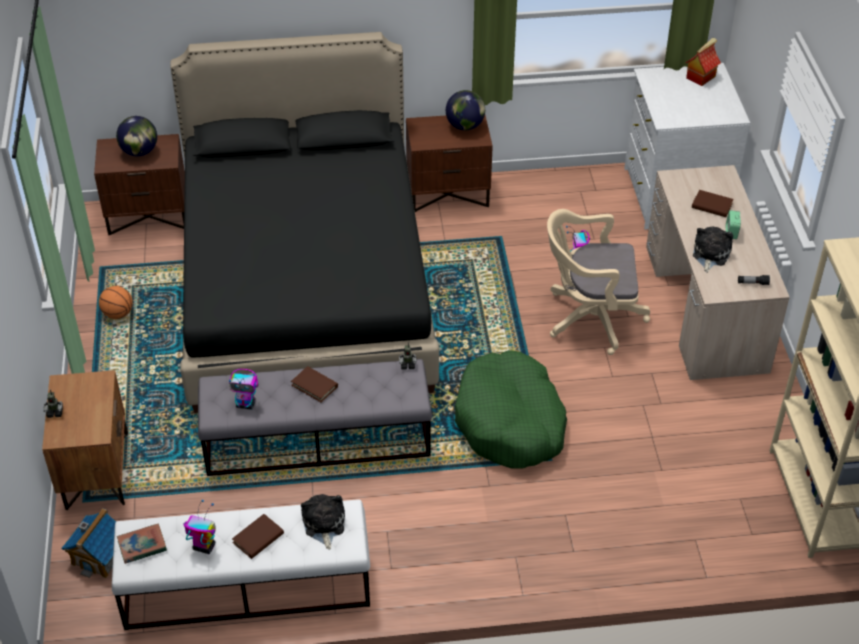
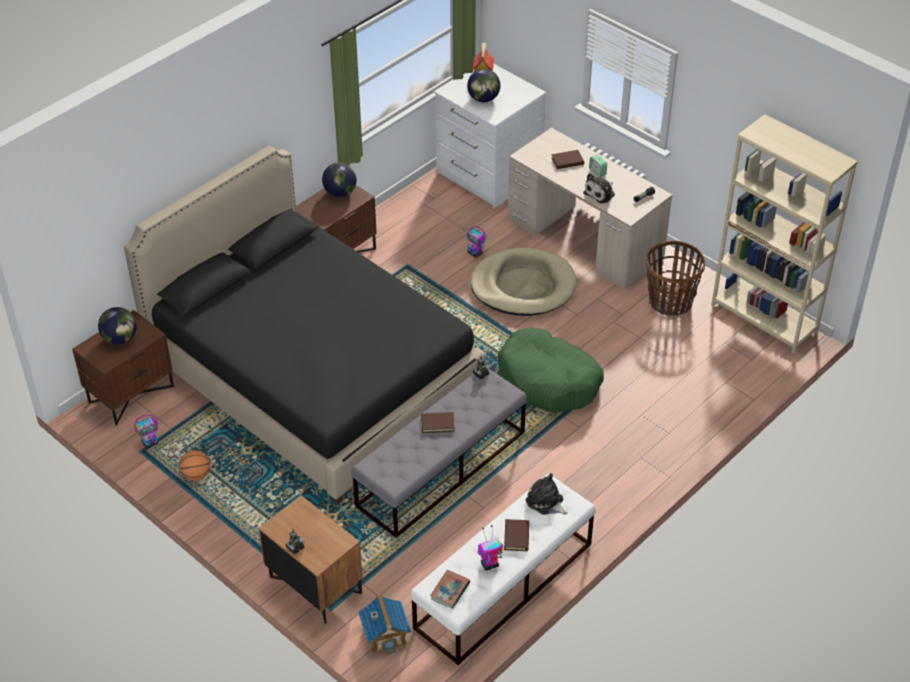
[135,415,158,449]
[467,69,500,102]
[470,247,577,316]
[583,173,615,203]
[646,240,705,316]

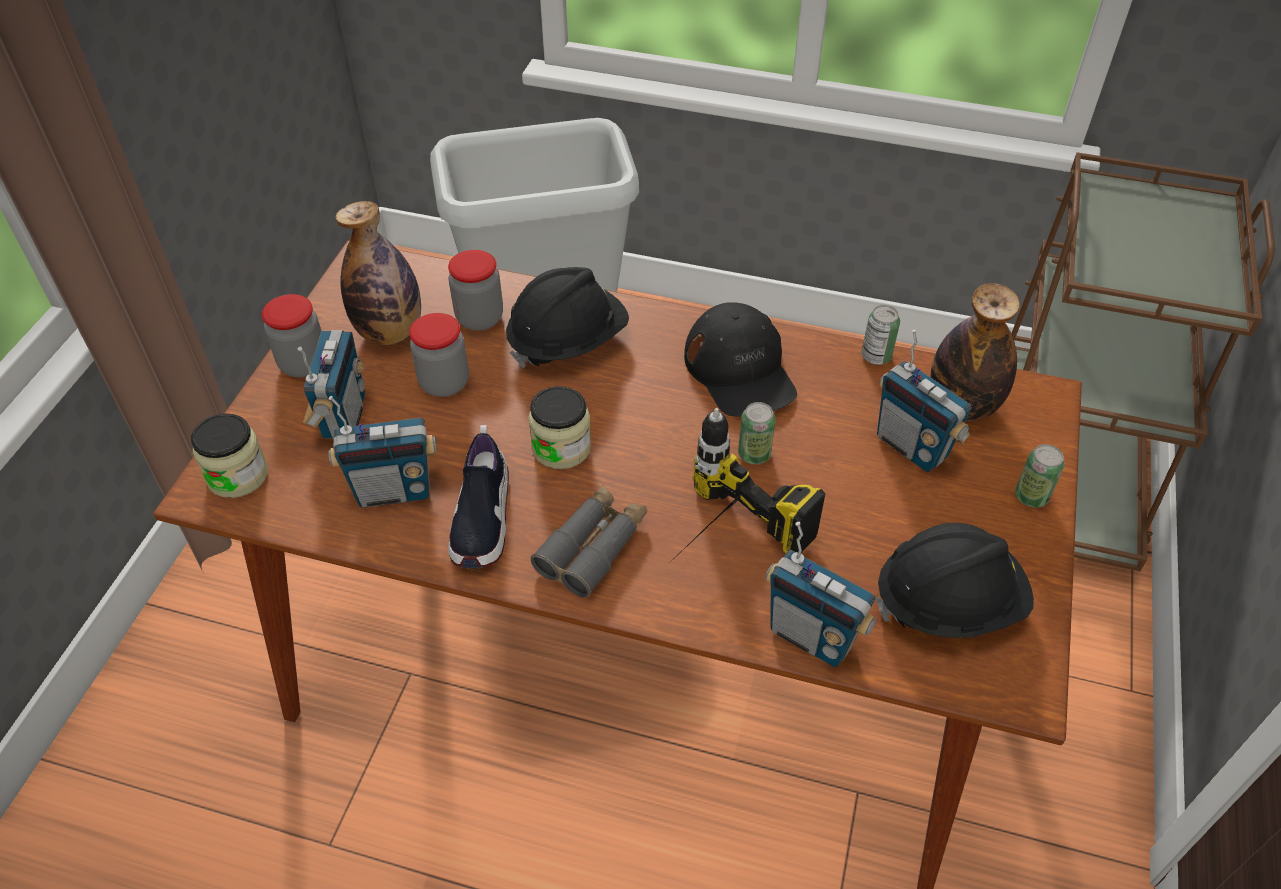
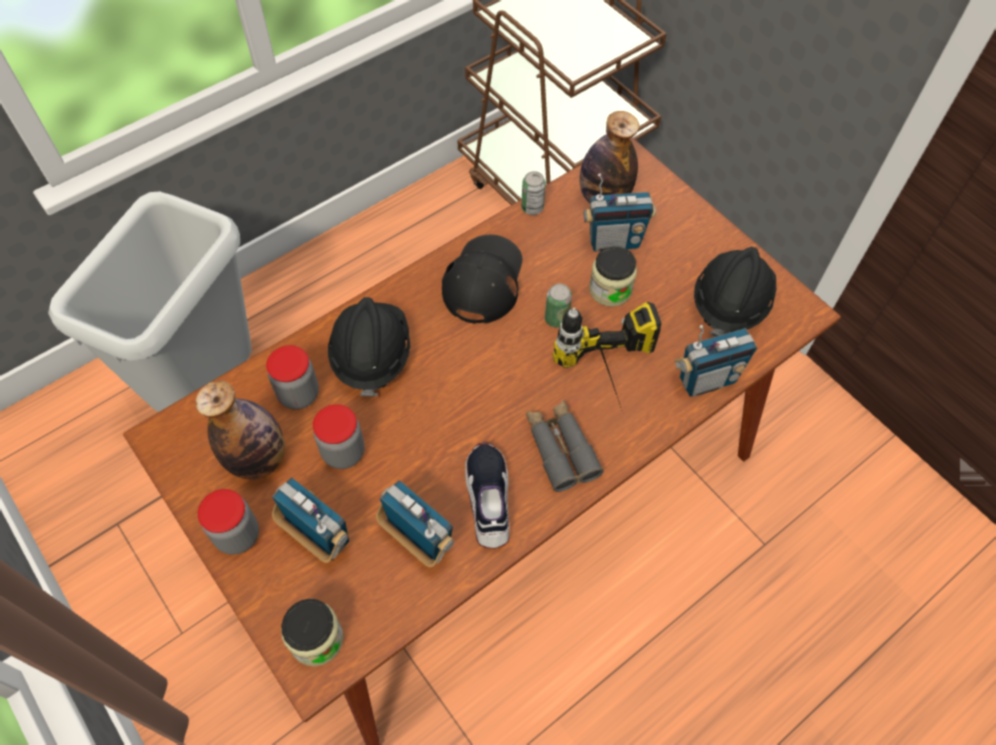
[376,480,454,567]
[442,235,522,324]
[465,442,510,549]
[589,246,637,307]
[1015,444,1065,508] (first image)

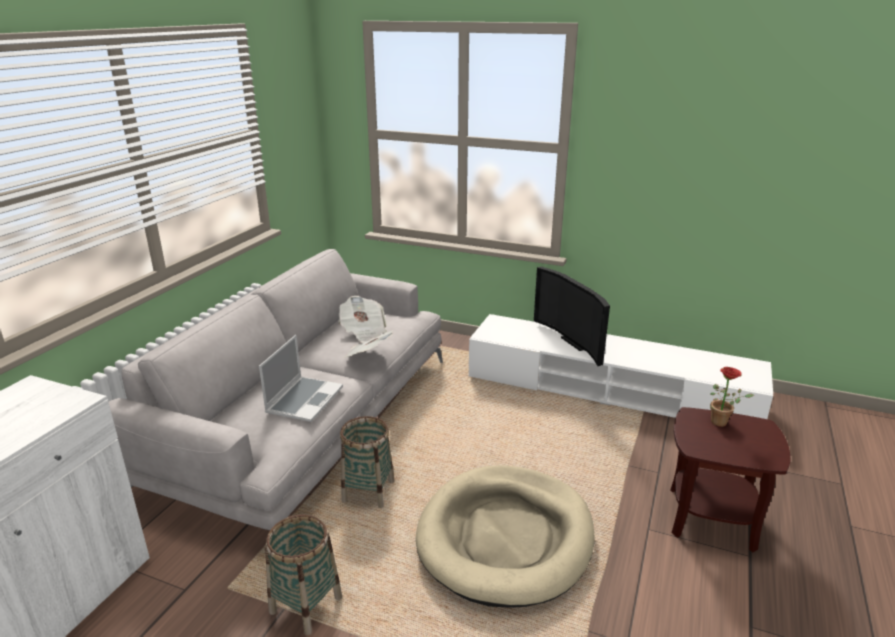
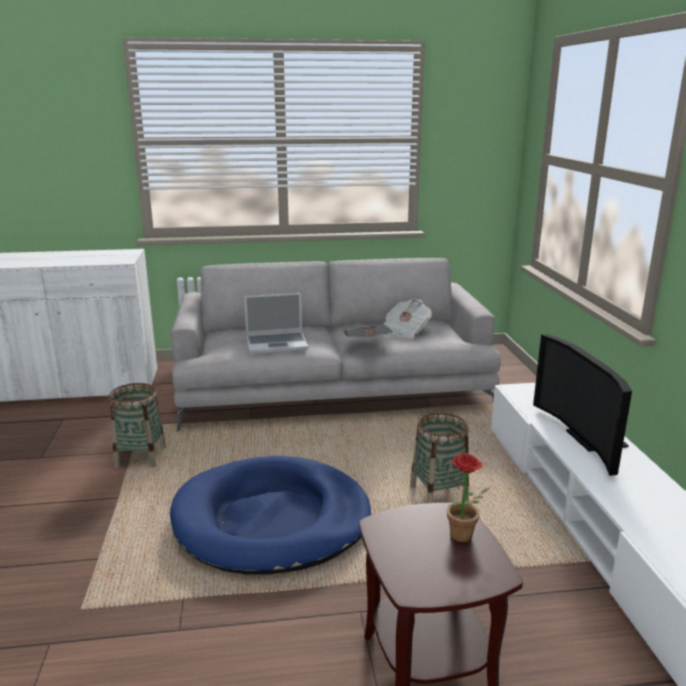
[170,456,371,575]
[410,413,469,504]
[533,334,632,476]

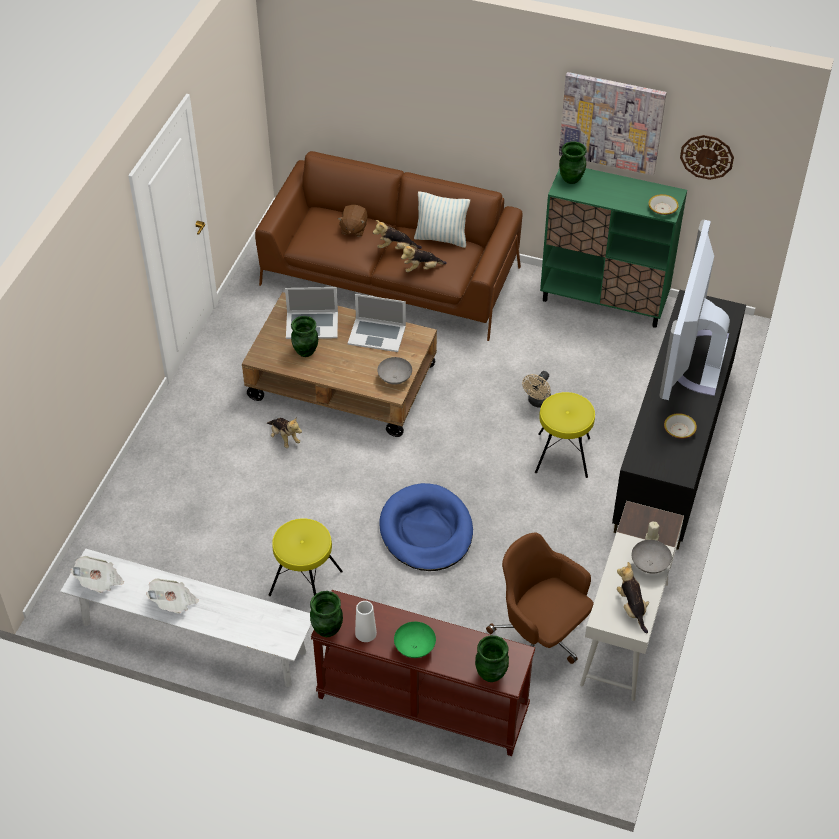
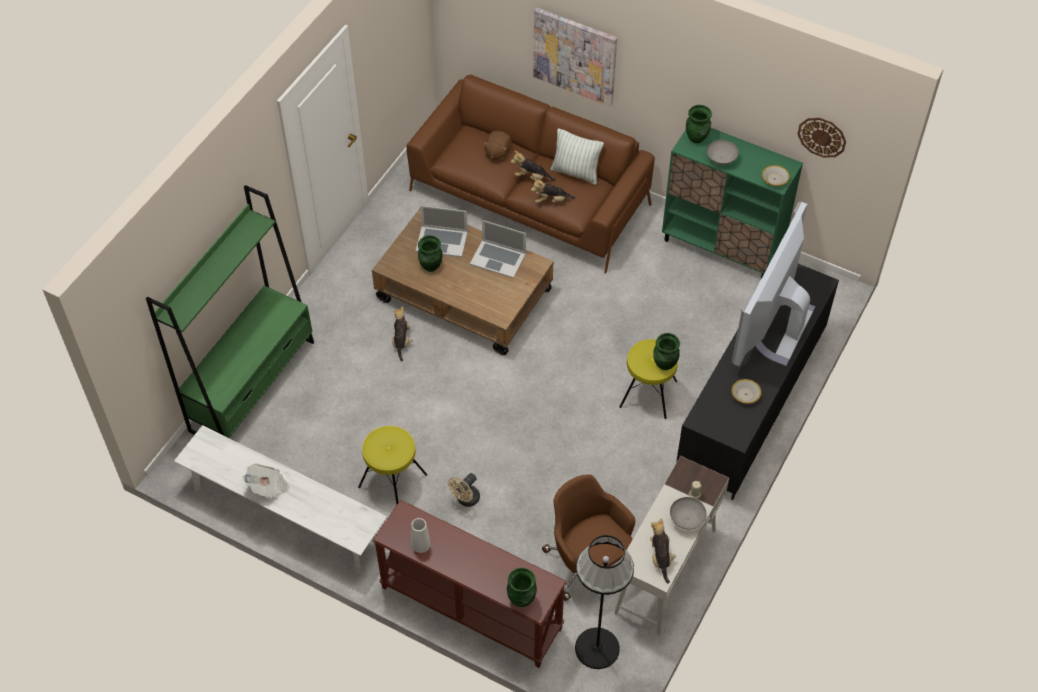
[146,185,314,438]
[392,306,413,362]
[448,473,480,507]
[533,8,617,106]
[575,535,634,669]
[653,333,680,370]
[707,140,739,165]
[71,556,124,593] (first image)
[379,483,473,571] (first image)
[394,622,436,658] (first image)

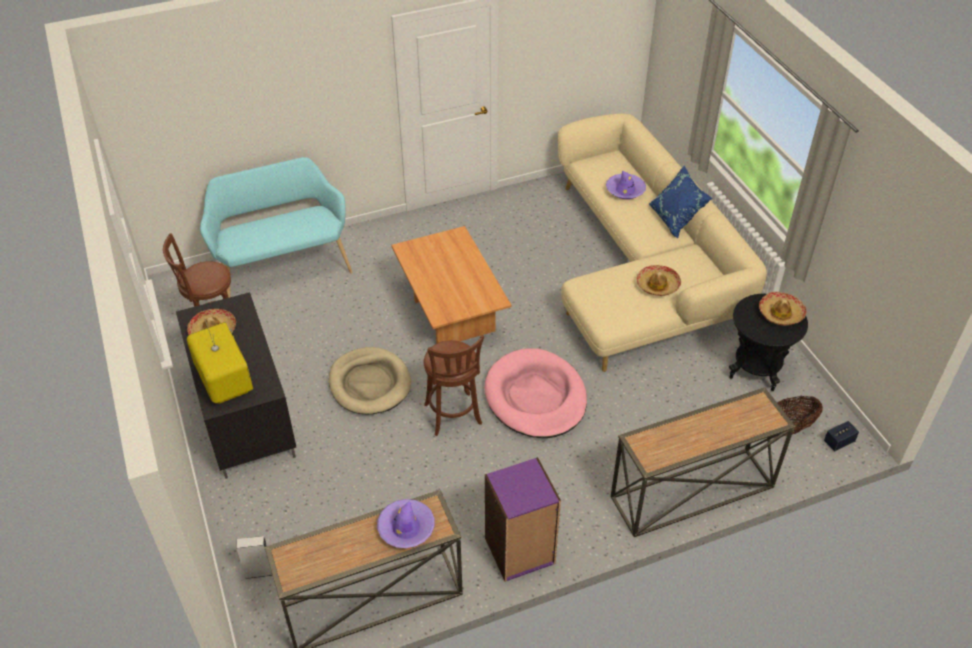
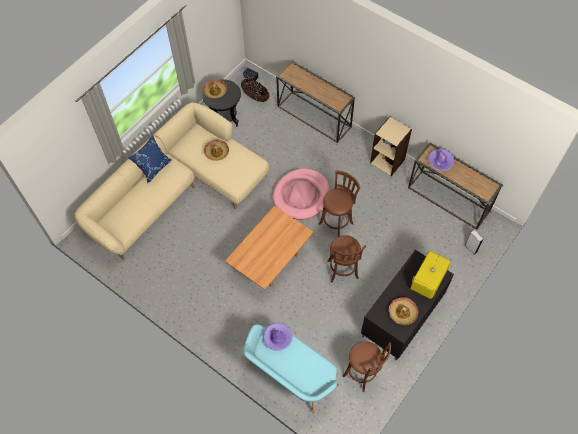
[263,323,293,351]
[328,235,366,282]
[370,116,412,176]

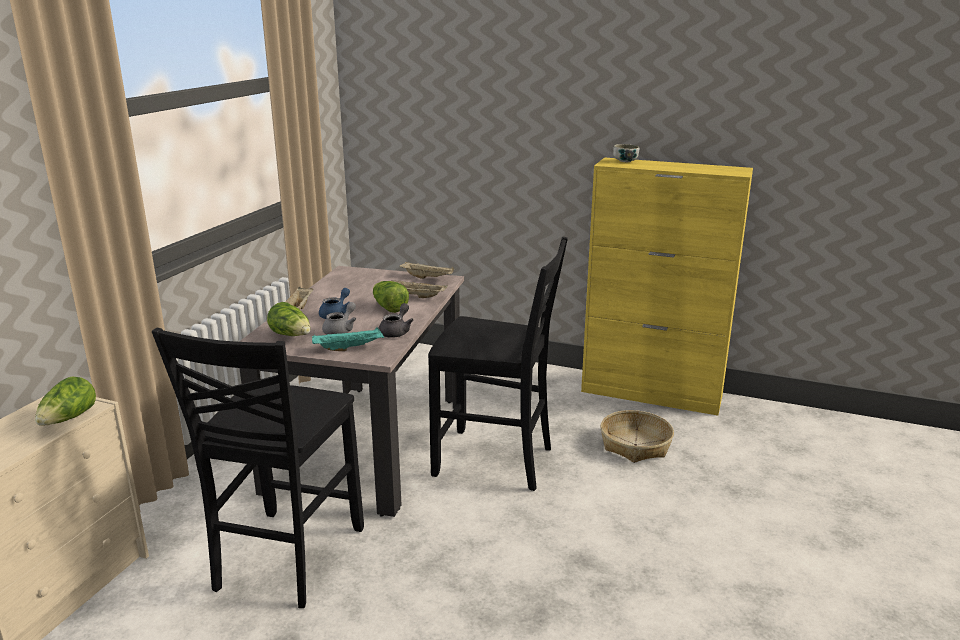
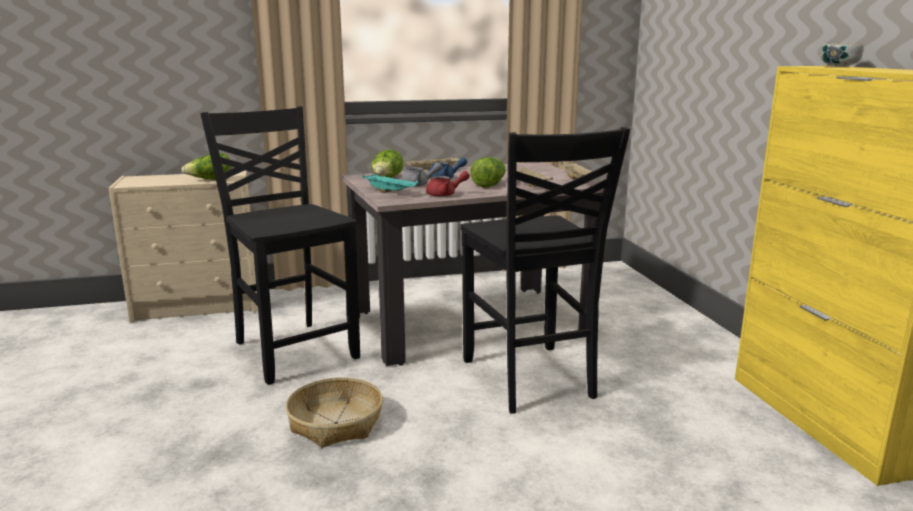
[200,106,360,385]
[285,377,383,448]
[426,171,470,197]

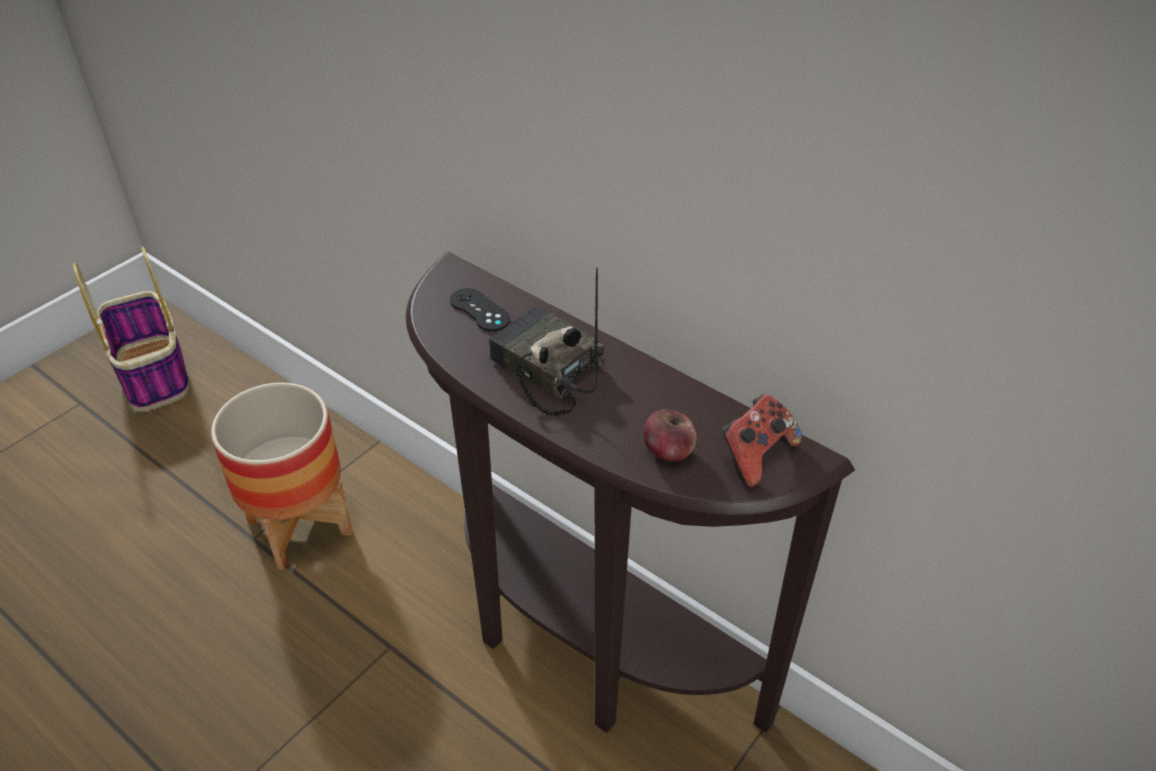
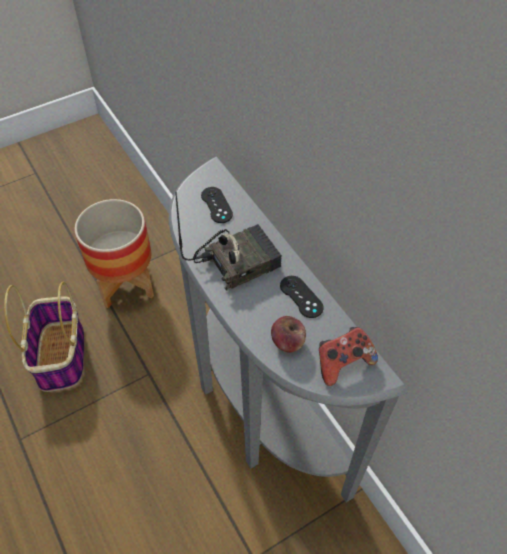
[4,282,84,392]
[169,156,408,503]
[175,192,282,291]
[280,276,324,318]

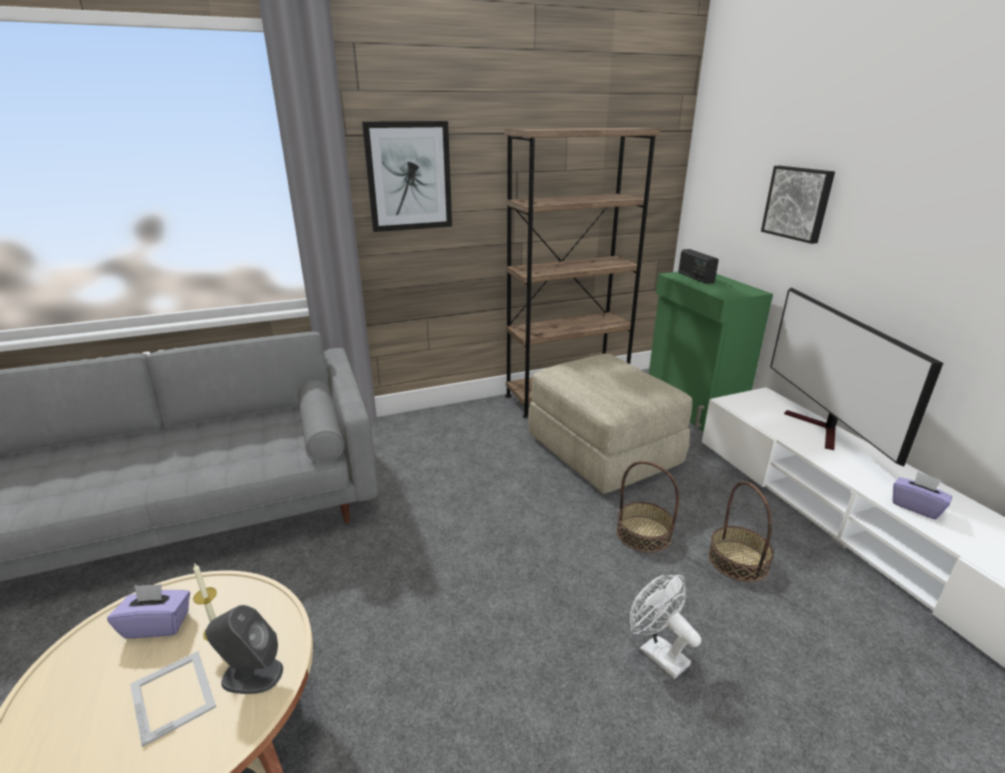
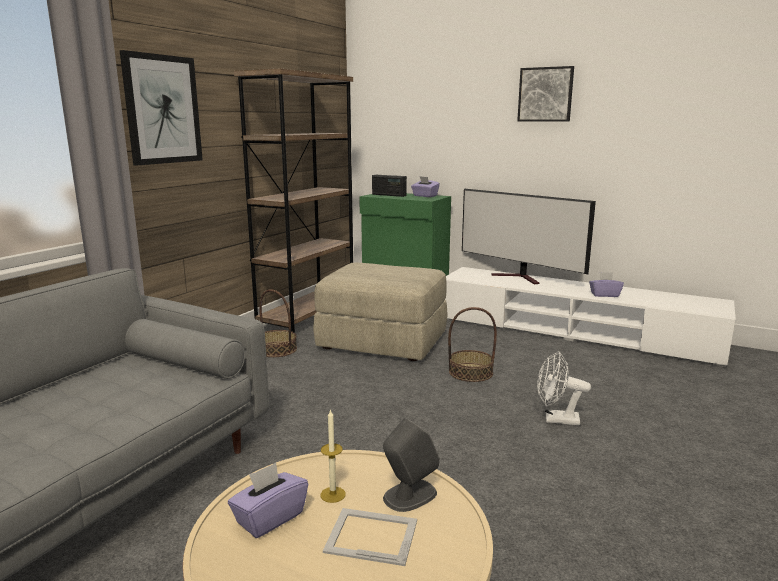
[259,289,297,357]
[411,176,440,197]
[517,66,574,122]

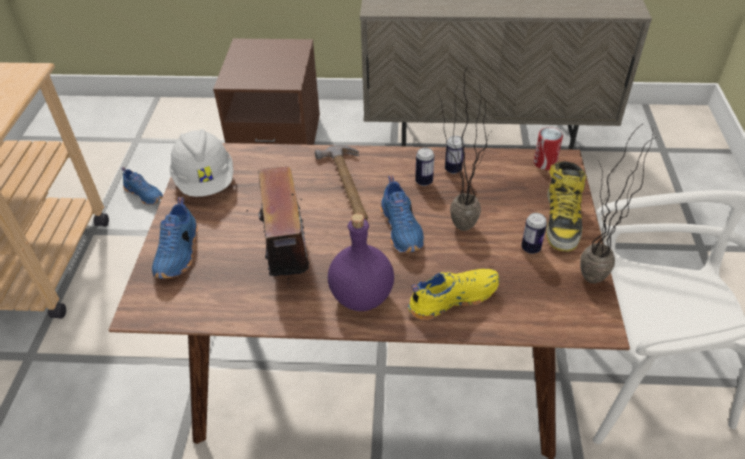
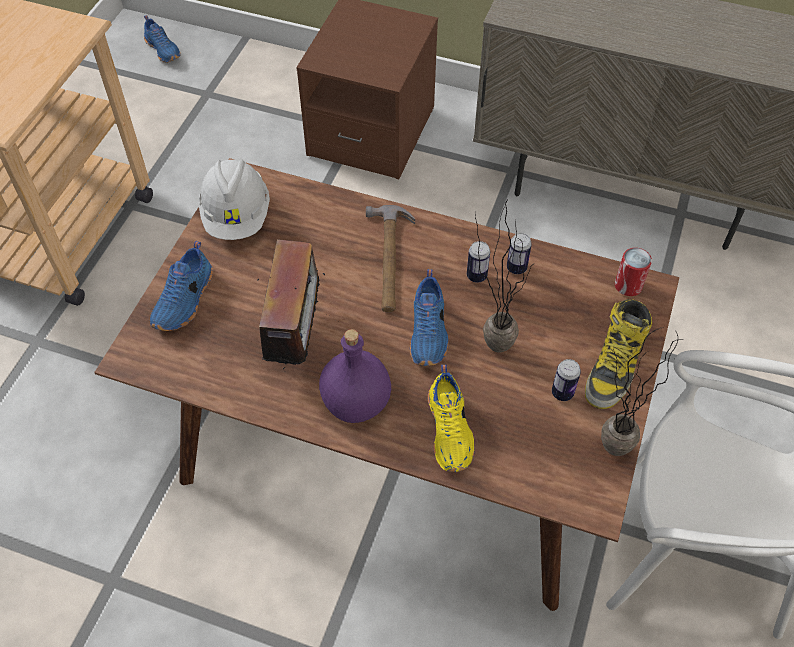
[144,15,181,63]
[428,365,474,472]

